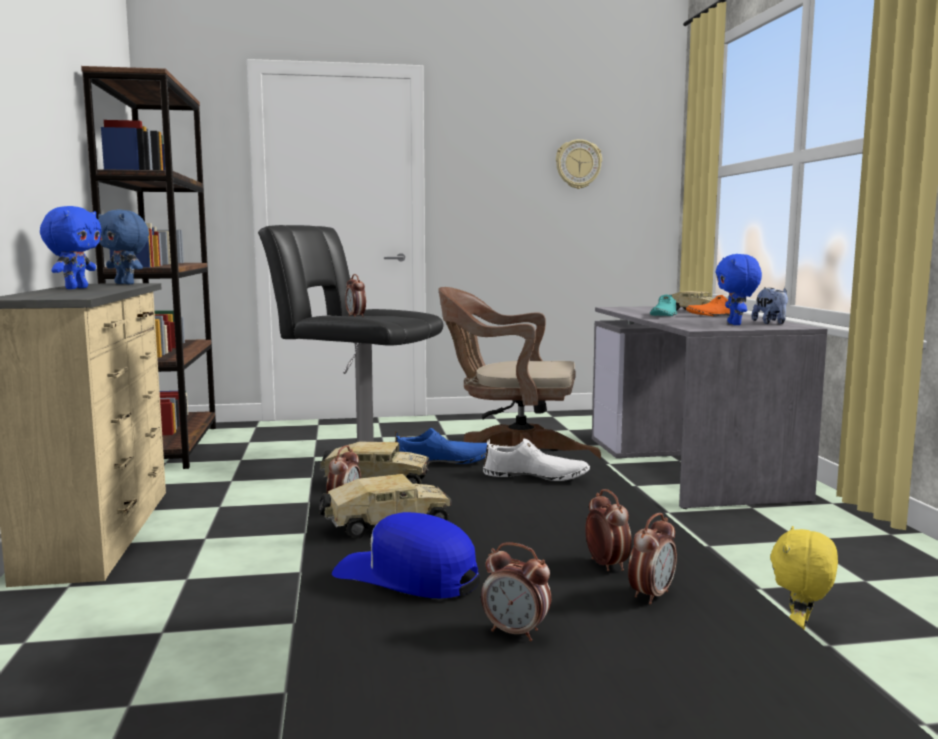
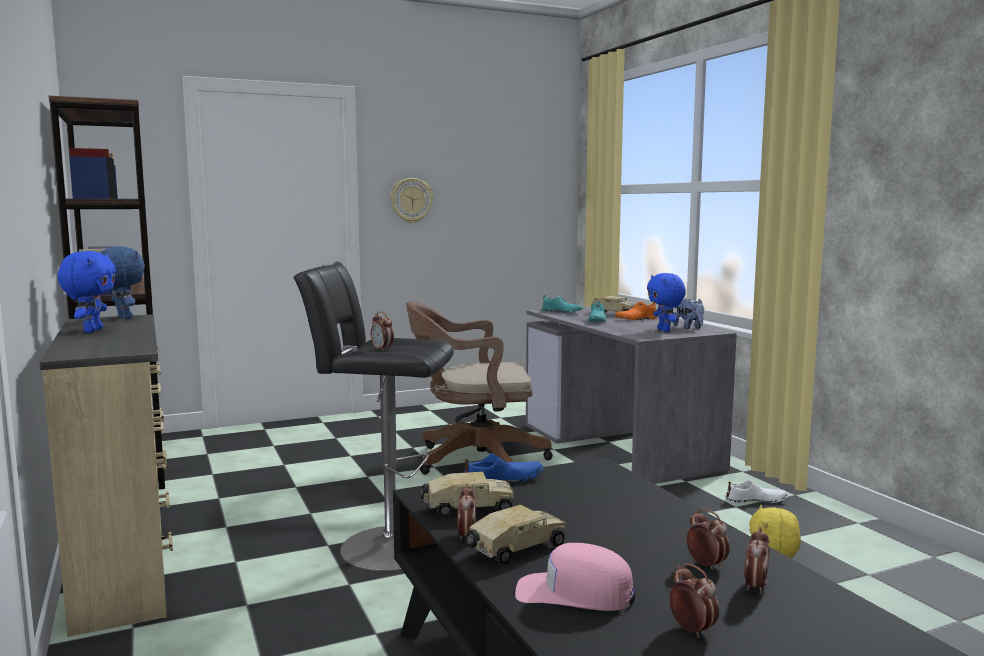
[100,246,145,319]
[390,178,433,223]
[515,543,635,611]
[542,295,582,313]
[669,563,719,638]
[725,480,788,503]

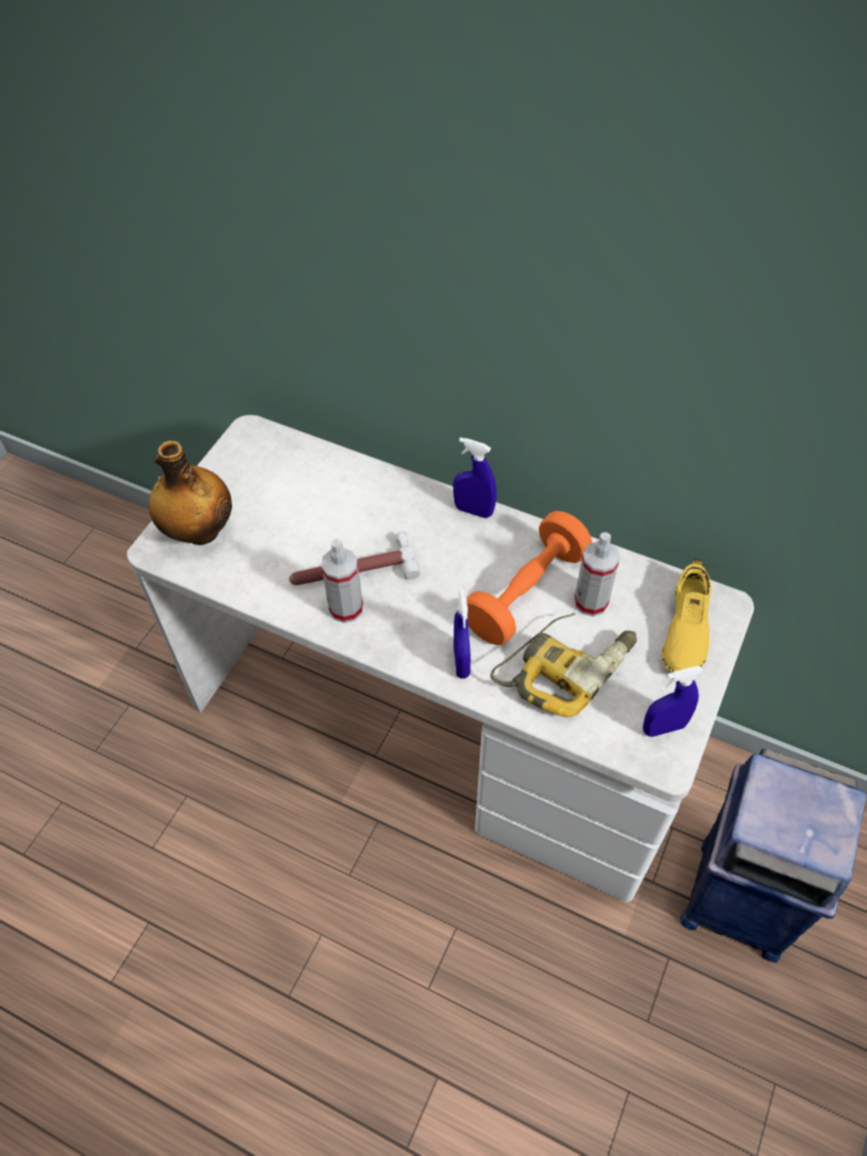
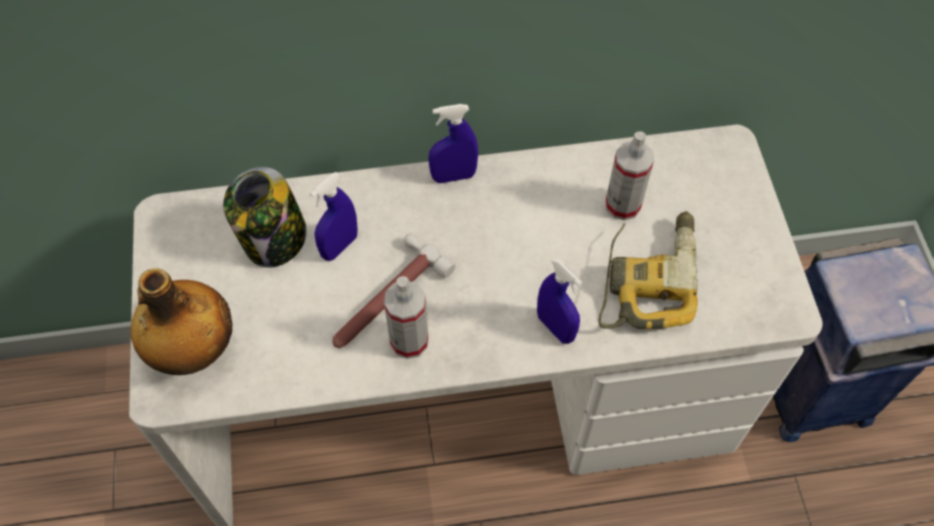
[223,167,307,268]
[310,172,358,261]
[467,511,592,645] (first image)
[662,559,711,673] (first image)

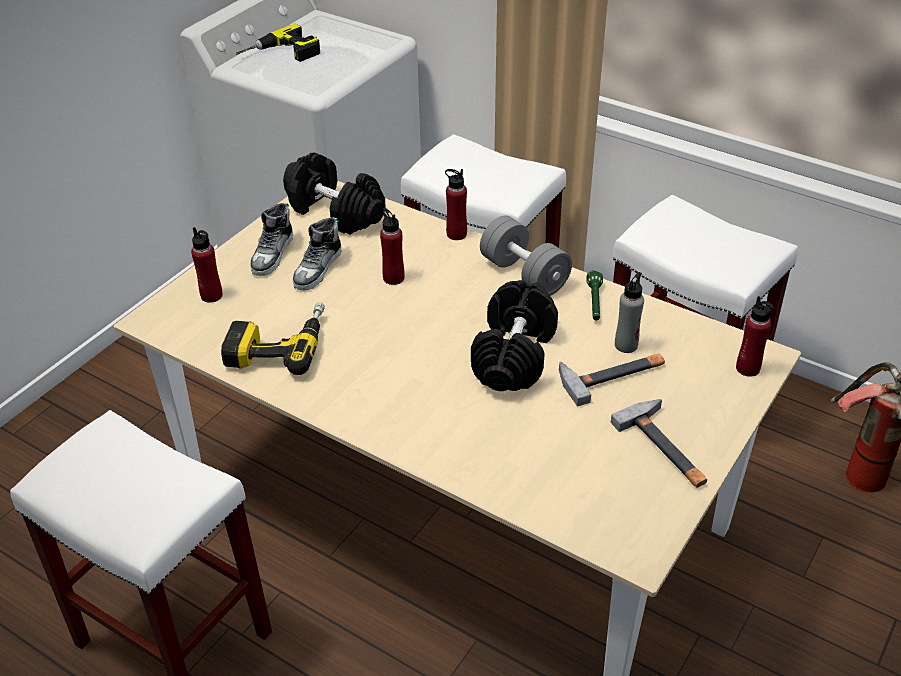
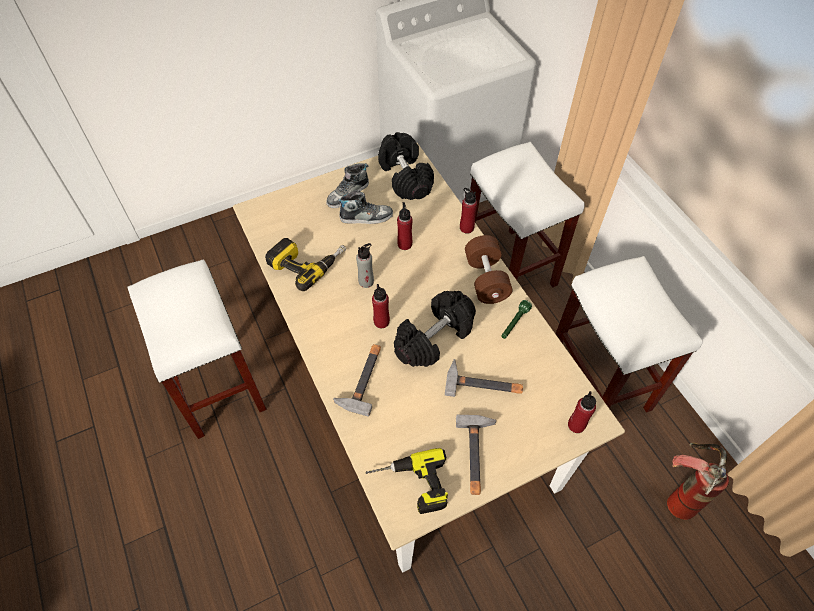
[333,344,381,417]
[337,190,393,224]
[356,243,374,288]
[365,448,448,514]
[372,284,390,328]
[465,235,512,304]

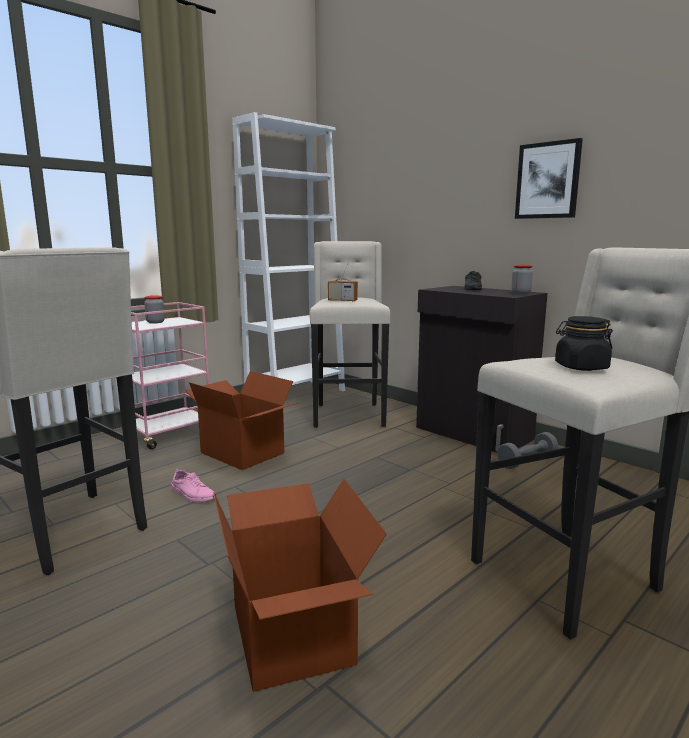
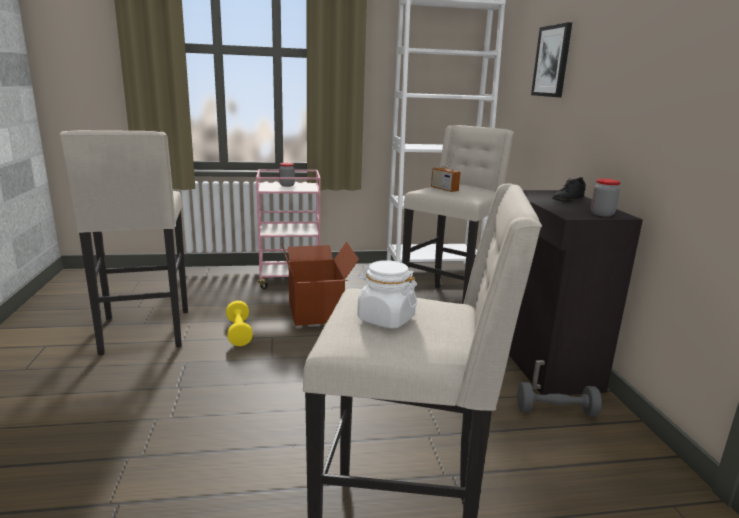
[226,301,253,346]
[357,260,417,328]
[531,22,572,97]
[213,479,387,692] (first image)

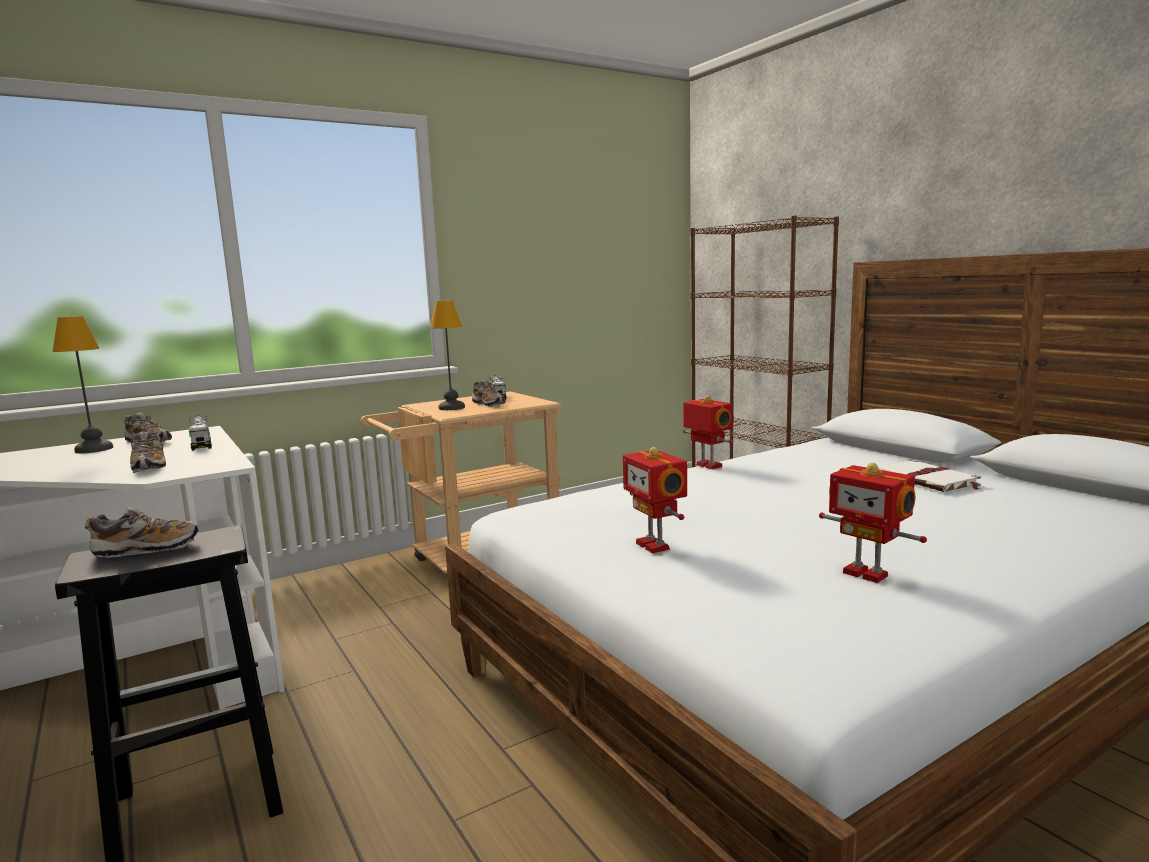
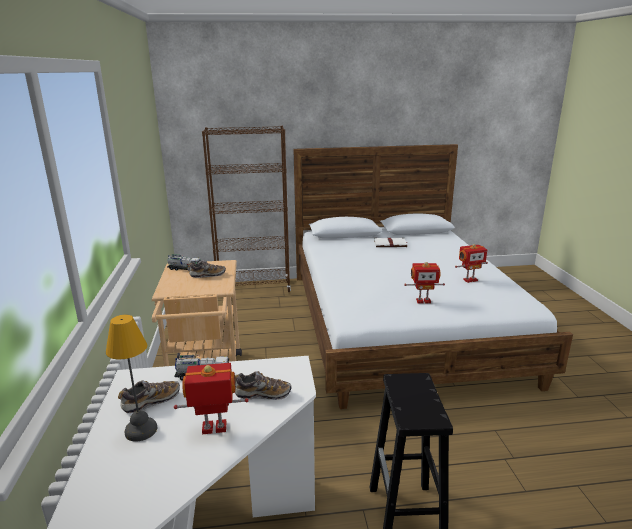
[174,363,249,434]
[85,507,199,557] (first image)
[430,300,465,410] (first image)

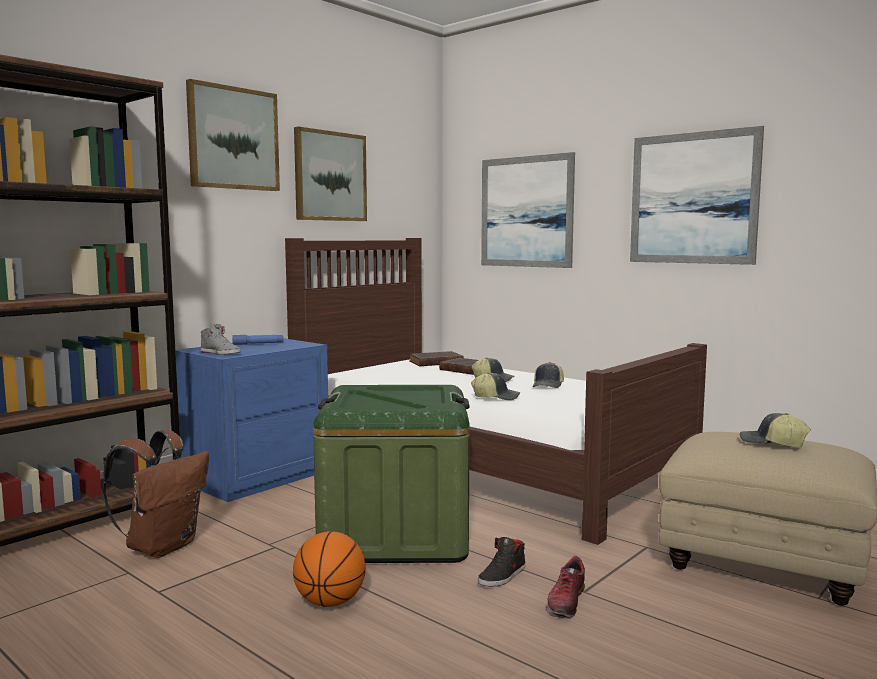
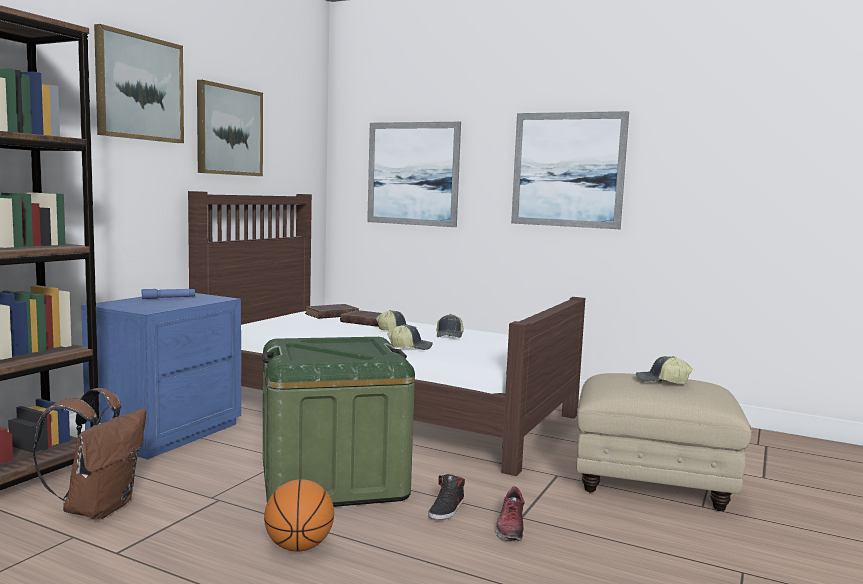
[200,324,241,355] (first image)

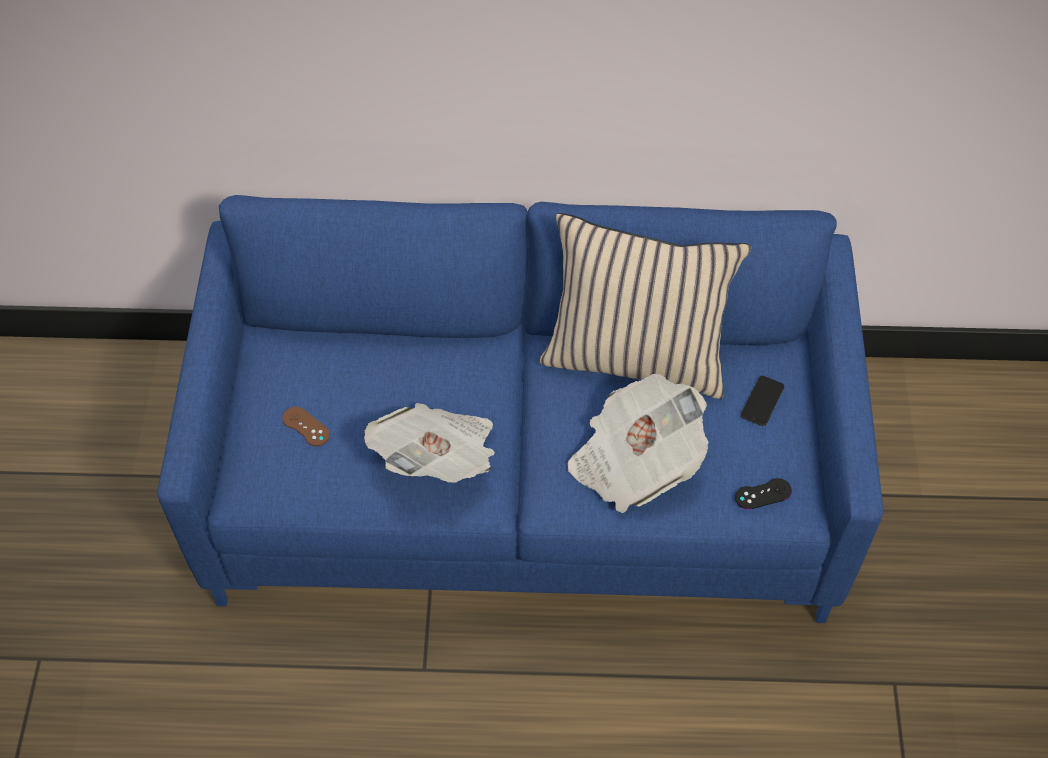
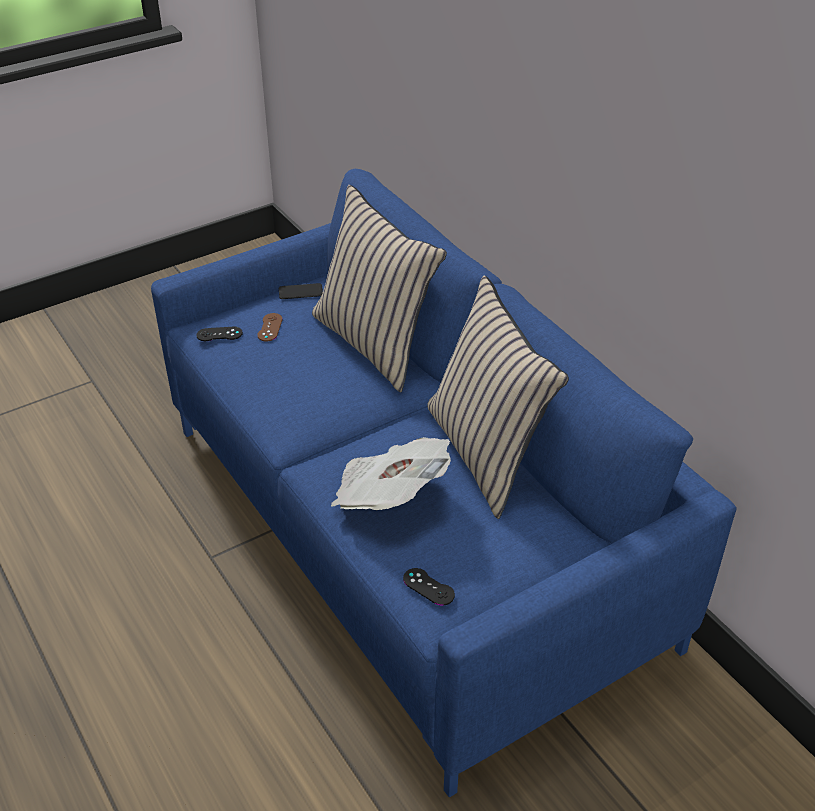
[196,327,243,341]
[279,283,323,299]
[312,185,447,392]
[364,403,495,483] (first image)

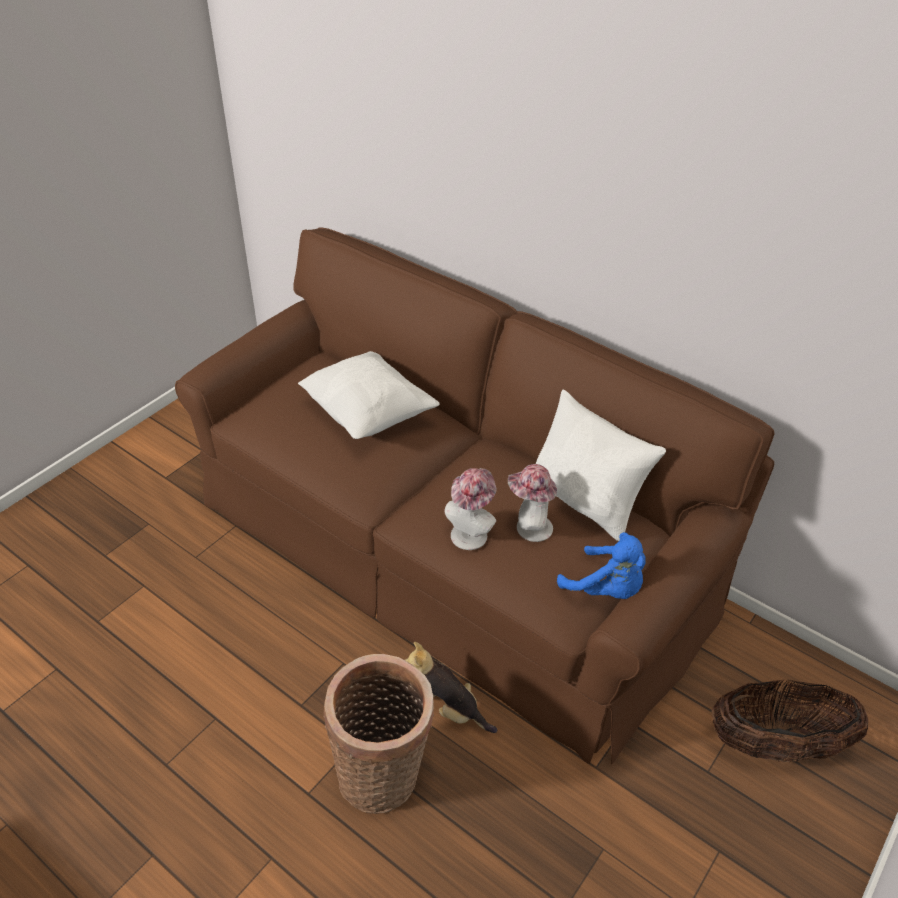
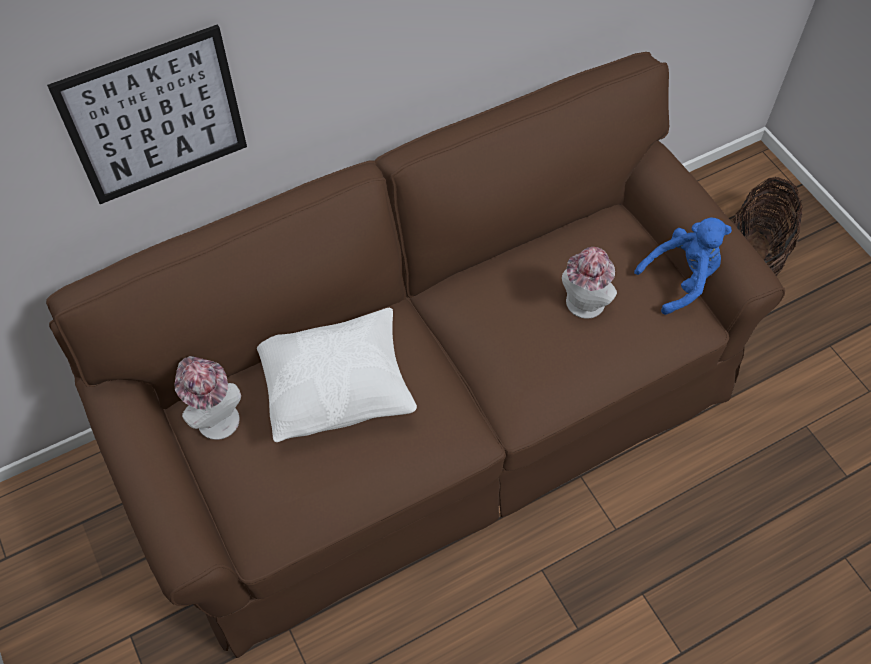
[47,24,247,204]
[174,356,241,440]
[323,654,434,814] (first image)
[405,642,497,733] (first image)
[536,389,666,541] (first image)

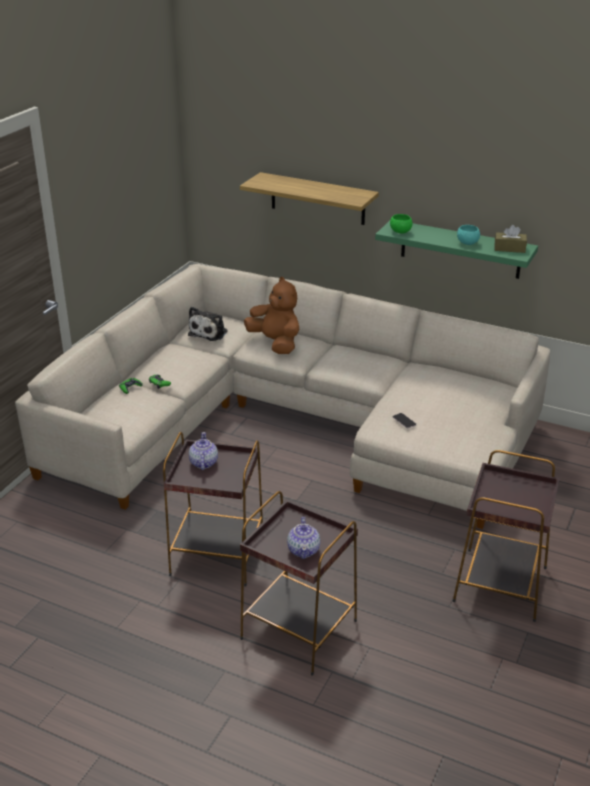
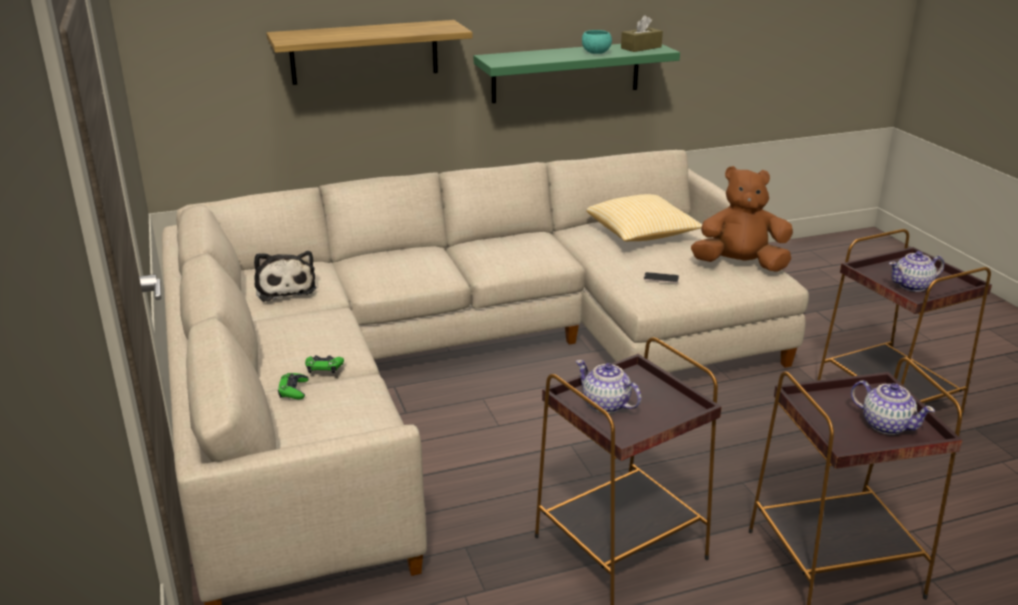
[586,194,702,241]
[691,166,793,272]
[889,251,944,292]
[390,214,412,234] (first image)

